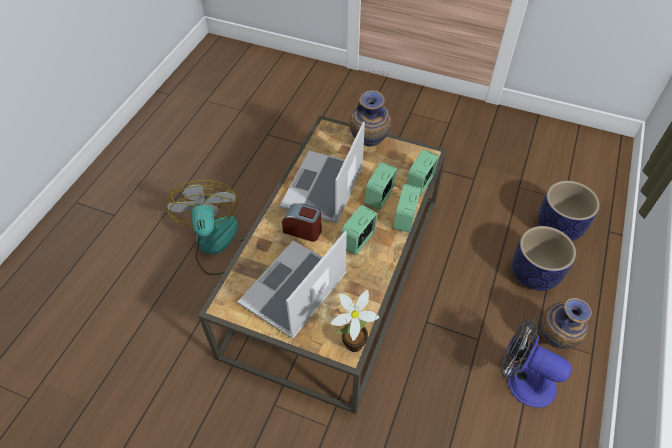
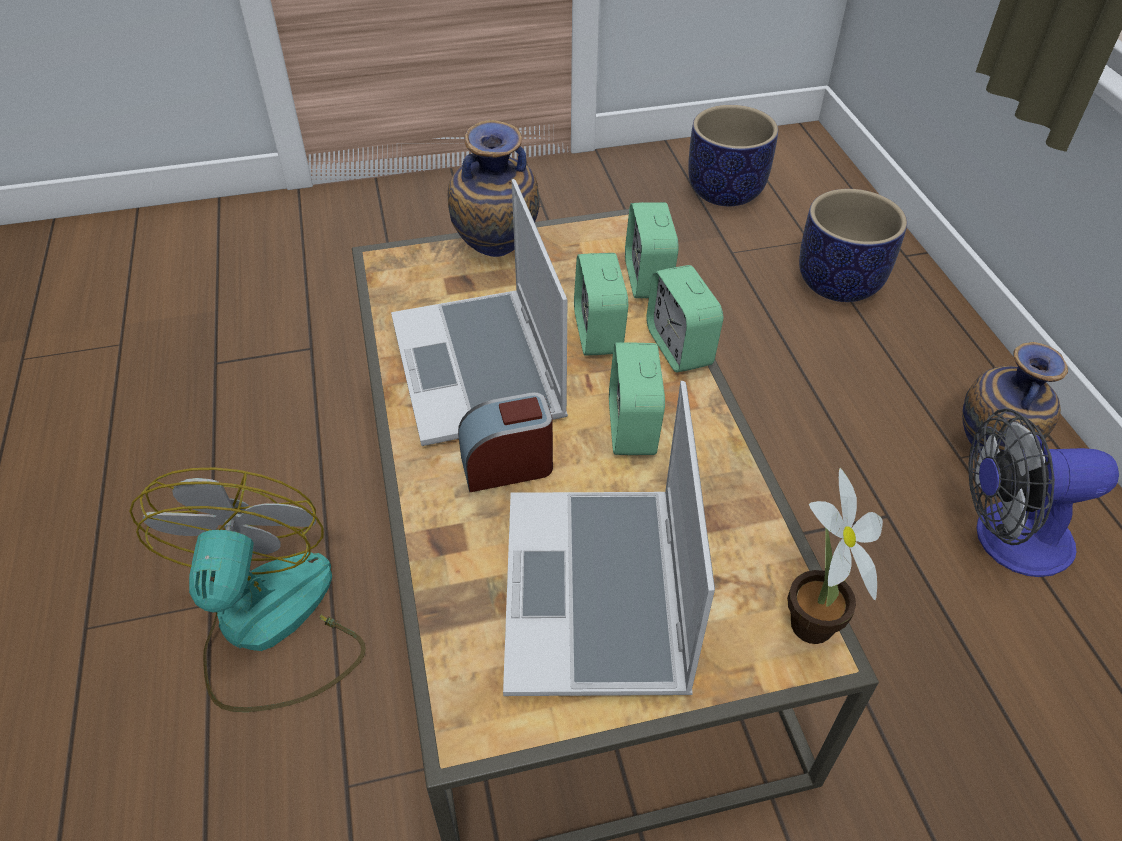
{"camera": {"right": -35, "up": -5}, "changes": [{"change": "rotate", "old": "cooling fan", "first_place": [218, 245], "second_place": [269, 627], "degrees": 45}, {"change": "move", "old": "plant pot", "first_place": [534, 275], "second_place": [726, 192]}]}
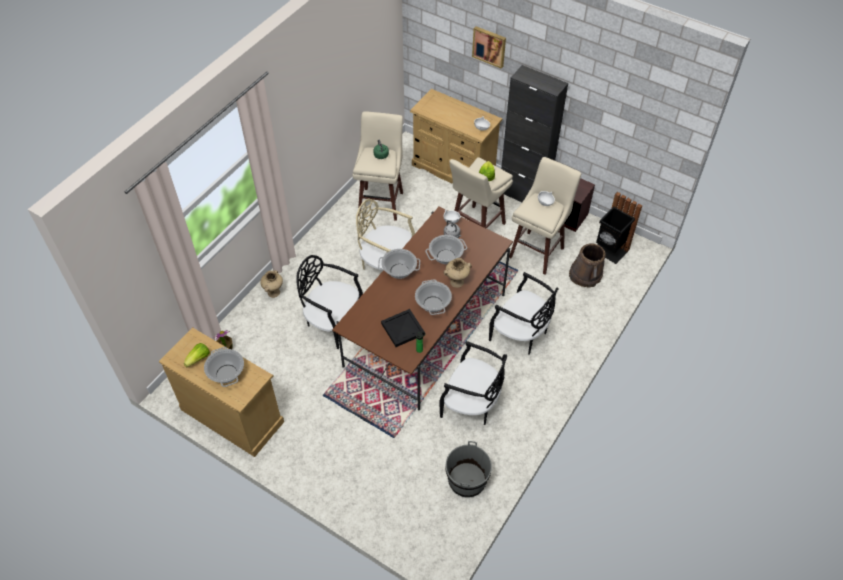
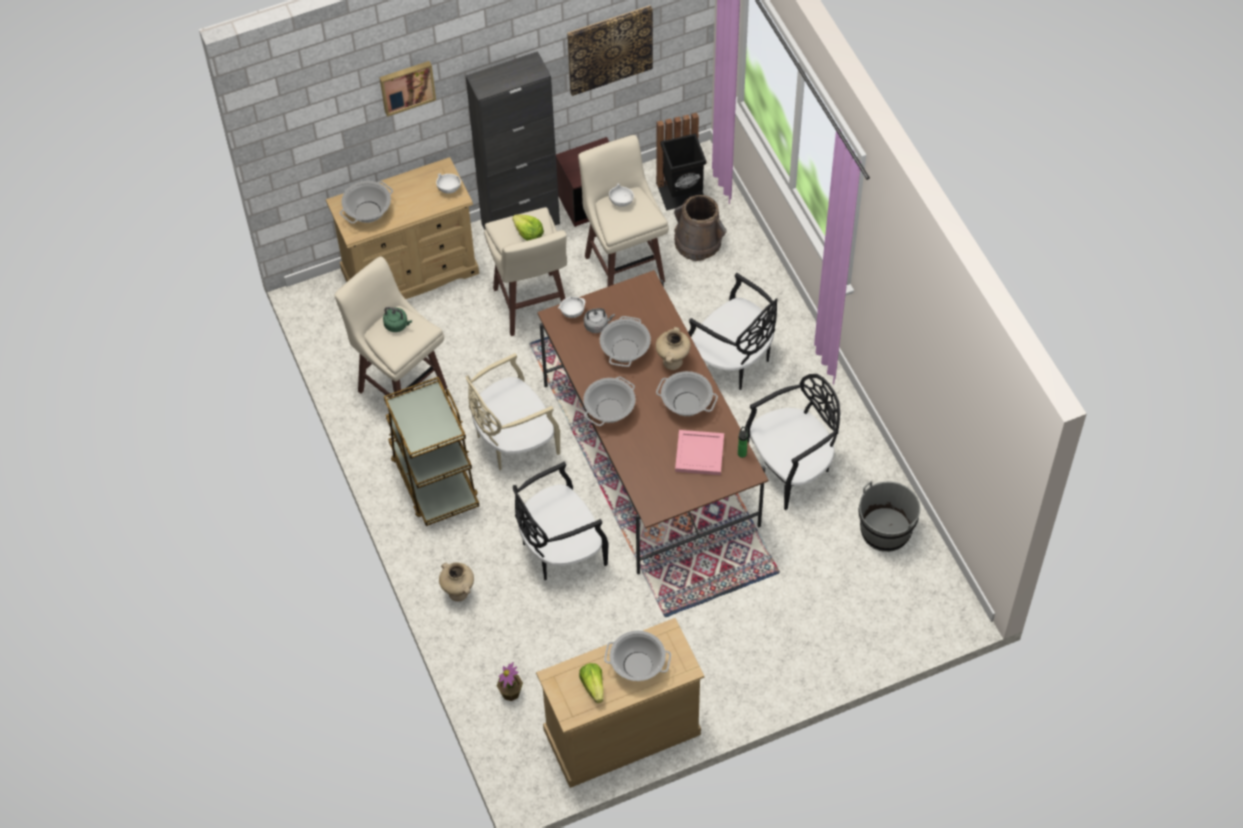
{"camera": {"right": -55, "up": 5}, "changes": [{"change": "insert", "new": "saucepot", "second_place": [368, 212]}, {"change": "insert", "new": "brown trolley", "second_place": [434, 480]}, {"change": "insert", "new": "picture", "second_place": [609, 49]}, {"change": "recolor", "old": "black-coloured carrying tray", "new": "pink carrying tray", "first_place": [402, 329], "second_place": [700, 454]}, {"change": "rotate", "old": "black-coloured upright chair", "first_place": [520, 334], "second_place": [732, 360], "degrees": 60}]}
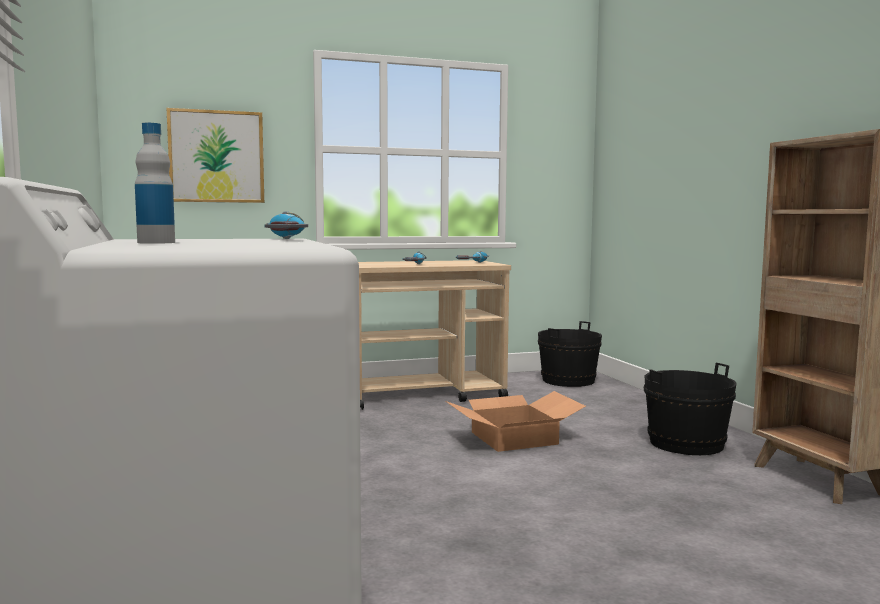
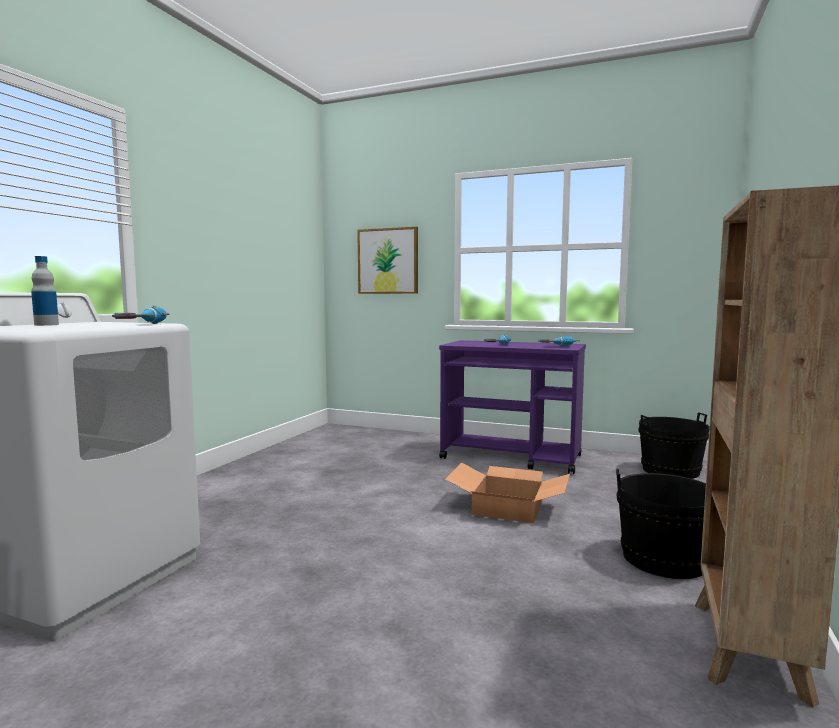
{"camera": {"right": 40, "up": 0}, "changes": [{"change": "recolor", "old": "beige trolley", "new": "purplish trolley", "first_place": [424, 395], "second_place": [512, 457]}]}
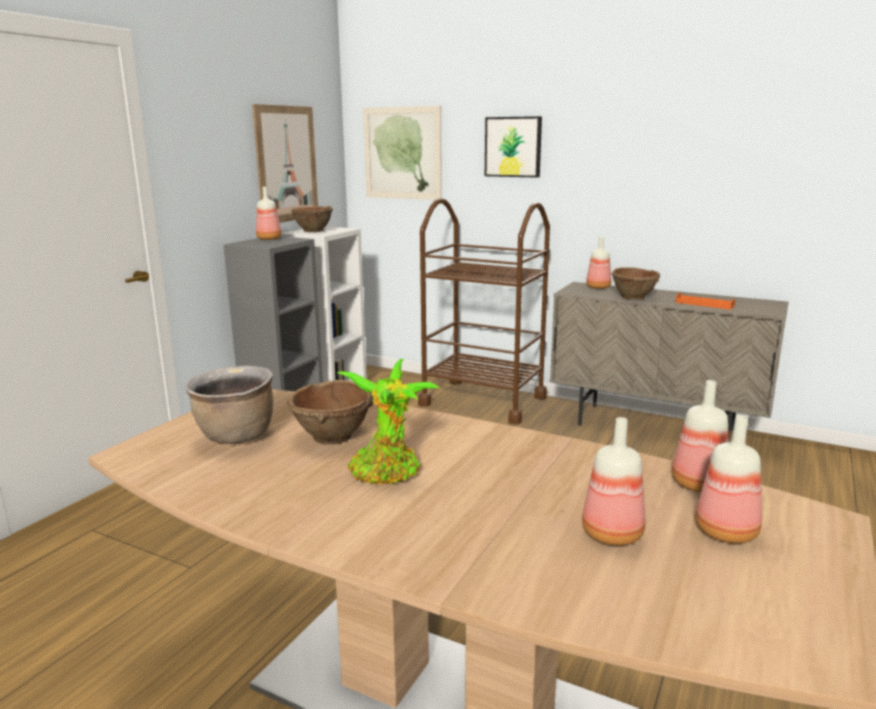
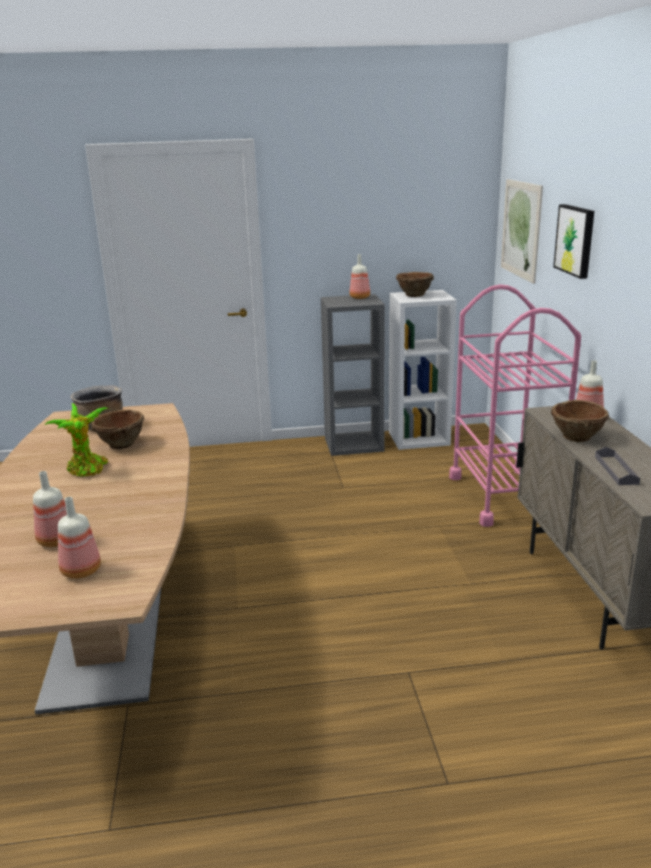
{"camera": {"right": 55, "up": 5}, "changes": [{"change": "recolor", "old": "brown trolley", "new": "pink trolley", "first_place": [483, 401], "second_place": [504, 496]}, {"change": "recolor", "old": "orangey carrying tray", "new": "gray carrying tray", "first_place": [704, 304], "second_place": [616, 470]}, {"change": "delete", "old": "picture", "first_place": [286, 164]}, {"change": "delete", "old": "drink bottle", "first_place": [697, 483]}]}
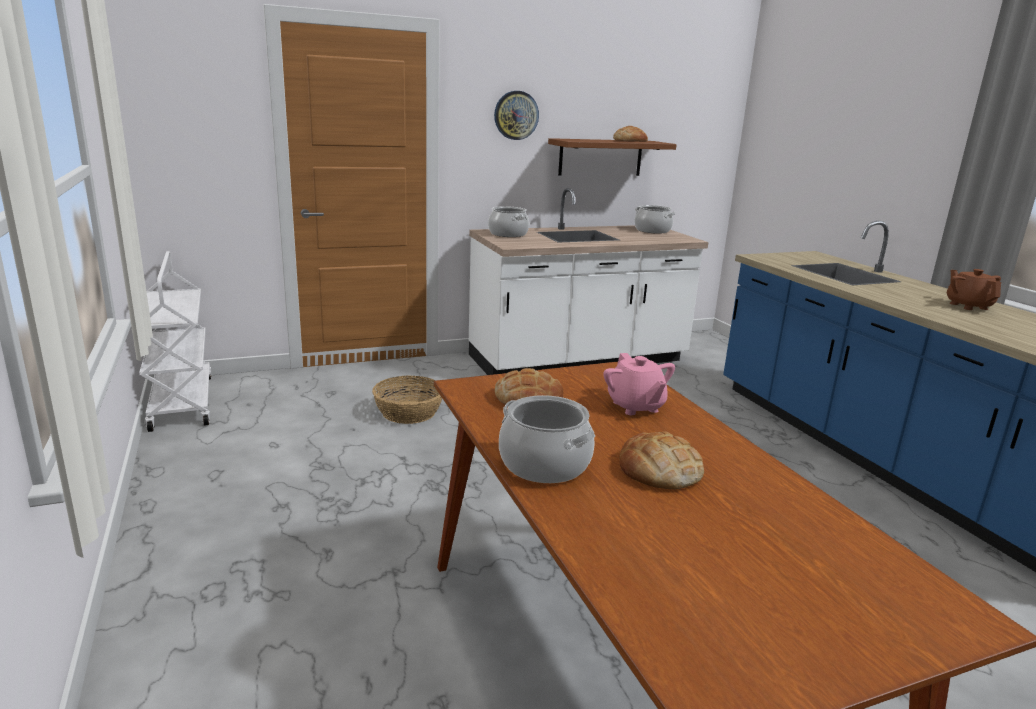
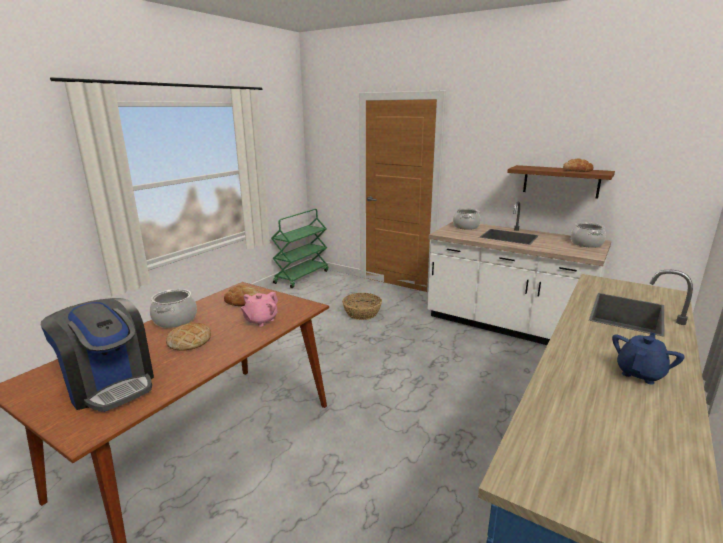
{"camera": {"right": 55, "up": 0}, "changes": [{"change": "insert", "new": "coffee brewer", "second_place": [110, 384]}, {"change": "recolor", "old": "whitish trolley", "new": "green-coloured trolley", "first_place": [181, 402], "second_place": [301, 276]}, {"change": "recolor", "old": "brown teapot", "new": "blue-coloured teapot", "first_place": [968, 306], "second_place": [640, 373]}, {"change": "delete", "old": "clock on the wall", "first_place": [516, 115]}]}
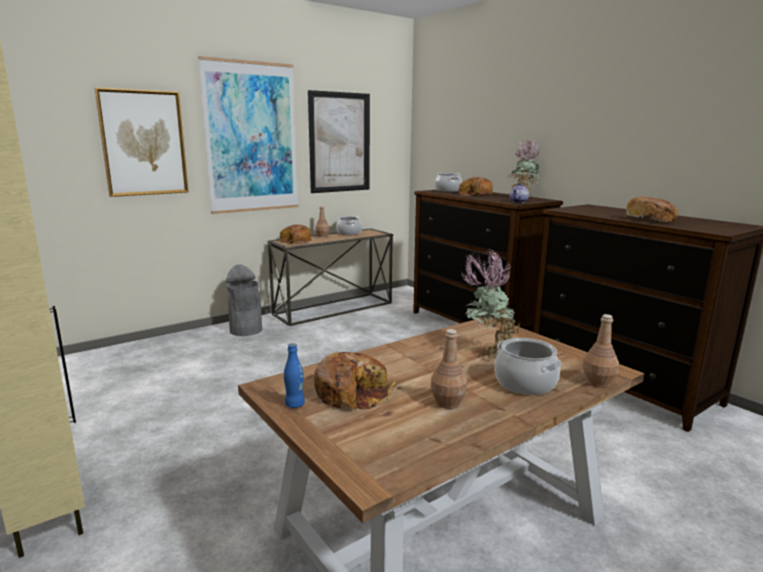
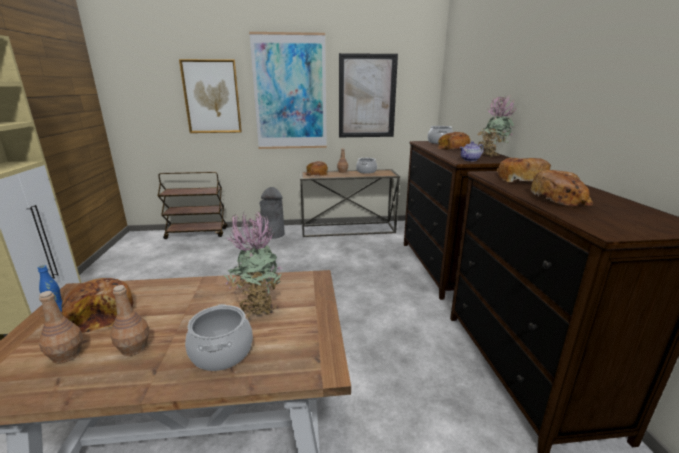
{"camera": {"right": 30, "up": 5}, "changes": [{"change": "move", "old": "brown drink bottle", "first_place": [597, 382], "second_place": [67, 355]}, {"change": "insert", "new": "brown trolley", "second_place": [197, 233]}, {"change": "insert", "new": "baked bread", "second_place": [520, 179]}]}
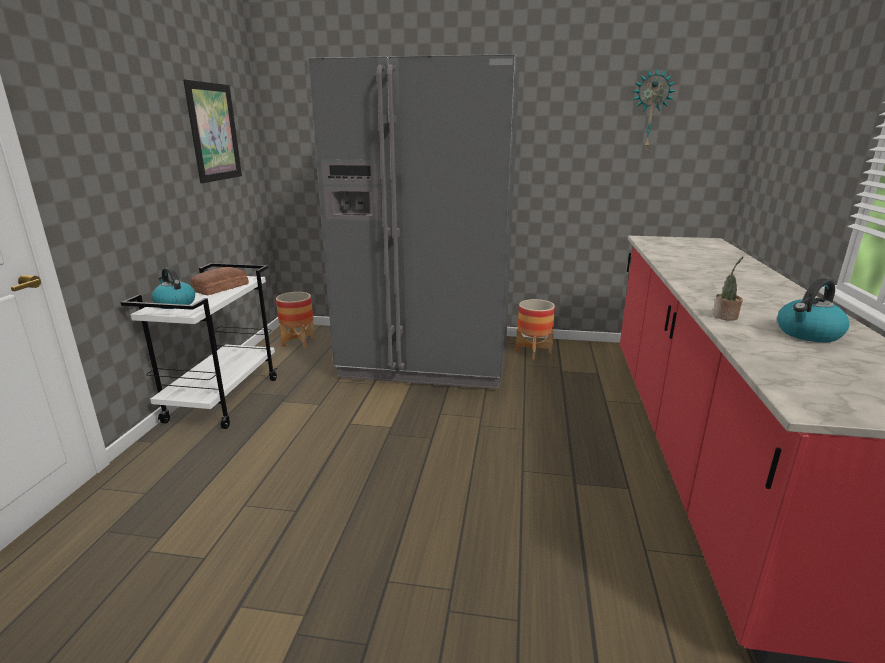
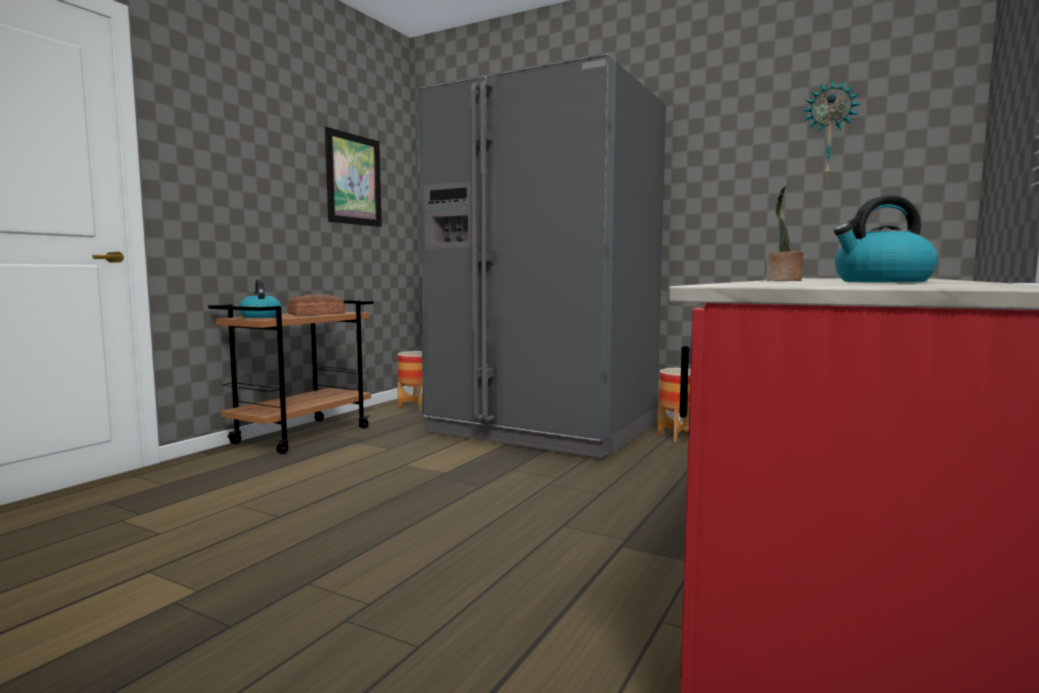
{"camera": {"right": 20, "up": -15}, "changes": [{"change": "recolor", "old": "whitish trolley", "new": "brown trolley", "first_place": [223, 399], "second_place": [303, 435]}]}
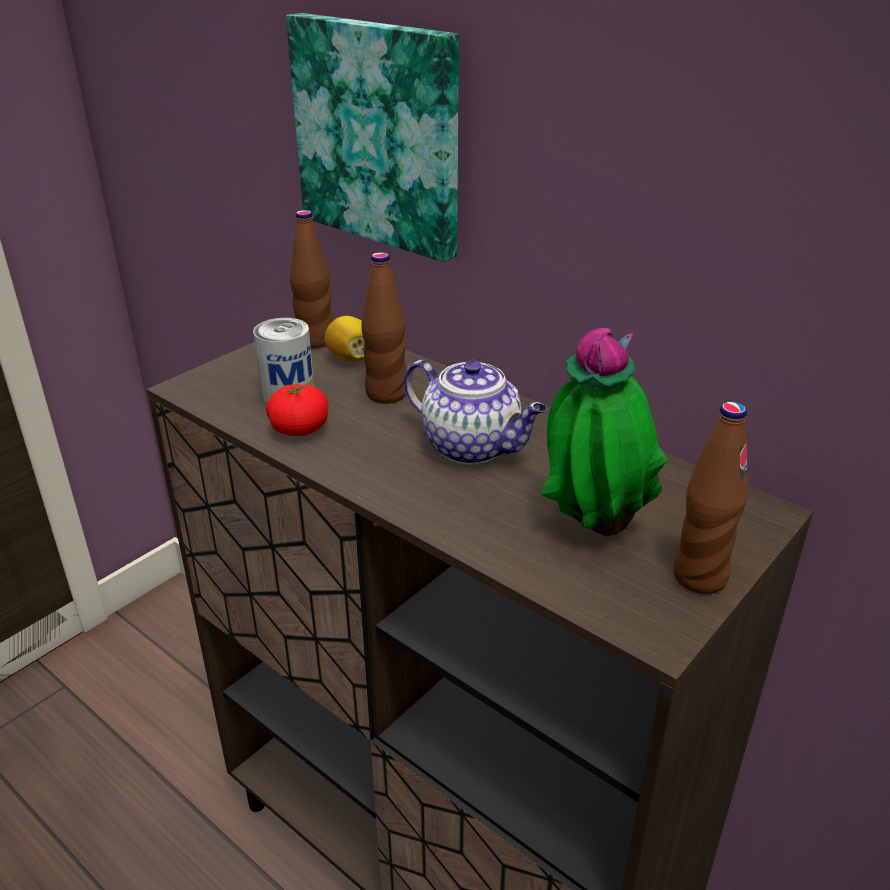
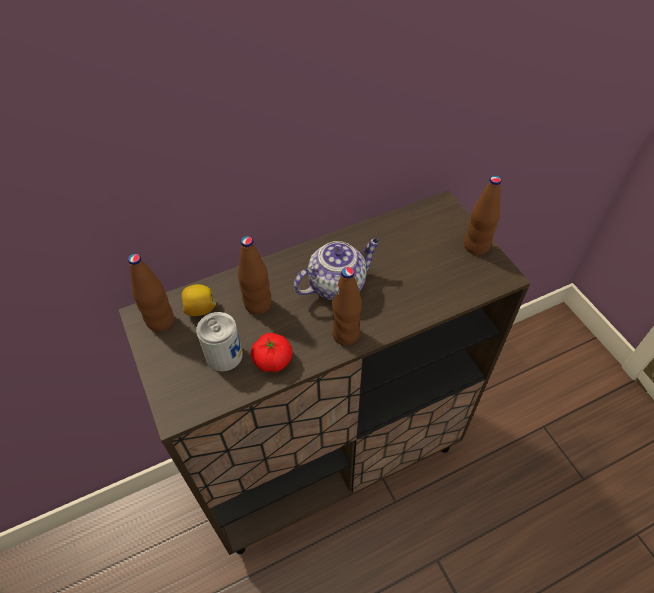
{"camera": {"right": -65, "up": 20}, "changes": [{"change": "insert", "new": "brown drink bottle", "second_place": [346, 334]}, {"change": "delete", "old": "picture", "first_place": [380, 134]}, {"change": "delete", "old": "houseplant", "first_place": [592, 526]}]}
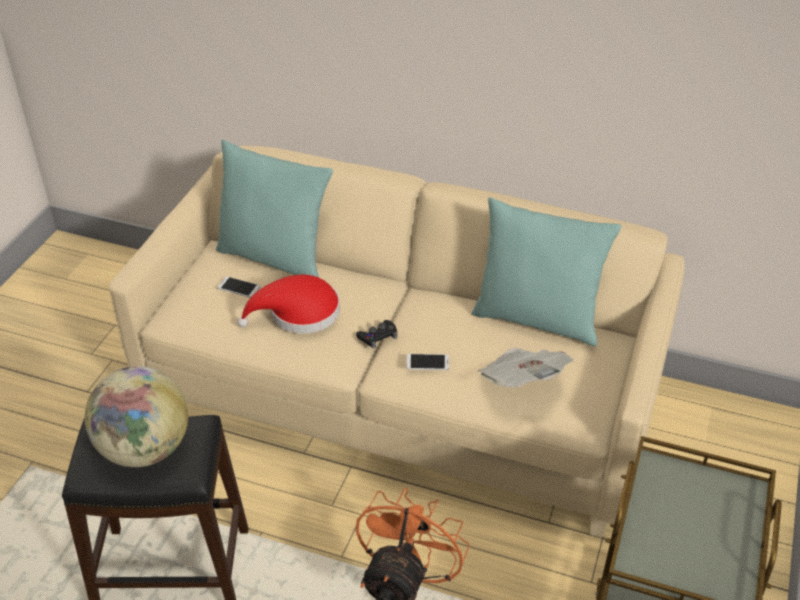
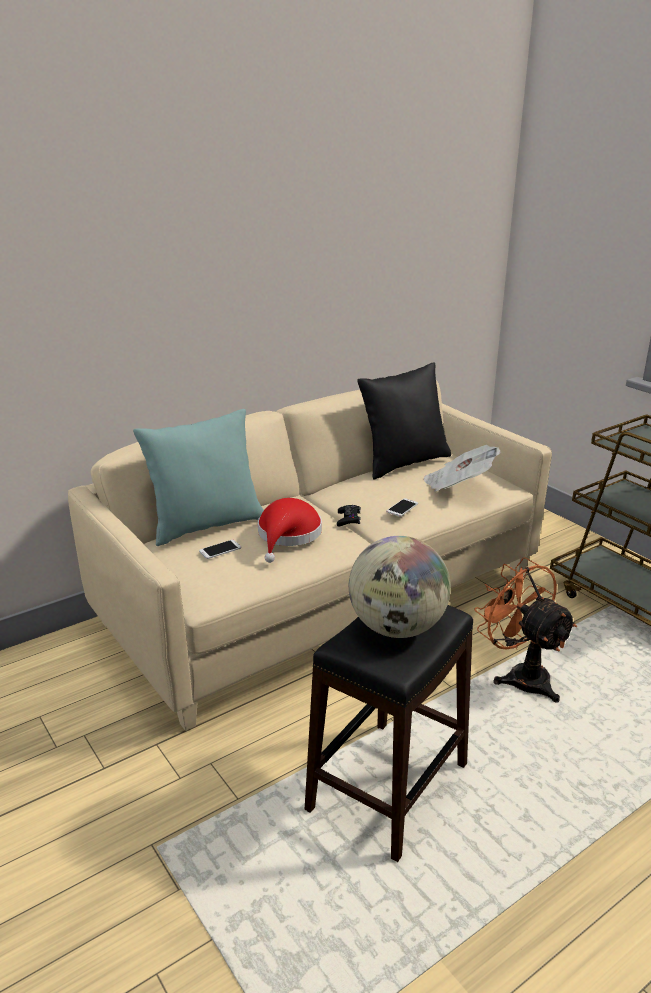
{"camera": {"right": -55, "up": -15}, "changes": [{"change": "recolor", "old": "turquoise cushion", "new": "black-coloured cushion", "first_place": [537, 318], "second_place": [403, 463]}]}
